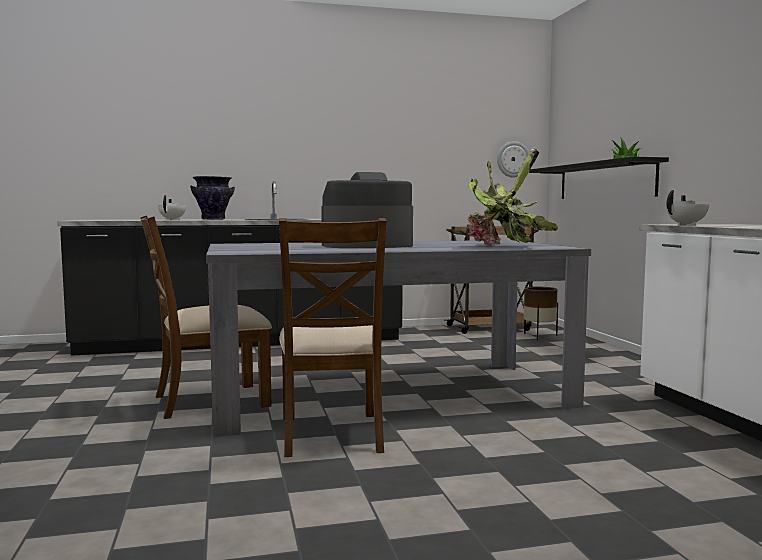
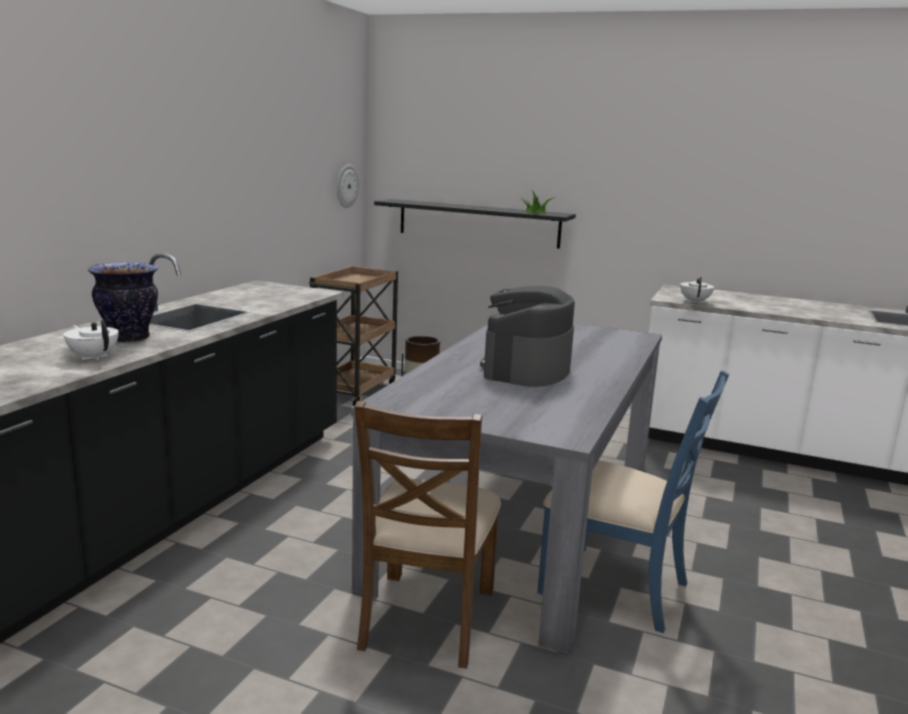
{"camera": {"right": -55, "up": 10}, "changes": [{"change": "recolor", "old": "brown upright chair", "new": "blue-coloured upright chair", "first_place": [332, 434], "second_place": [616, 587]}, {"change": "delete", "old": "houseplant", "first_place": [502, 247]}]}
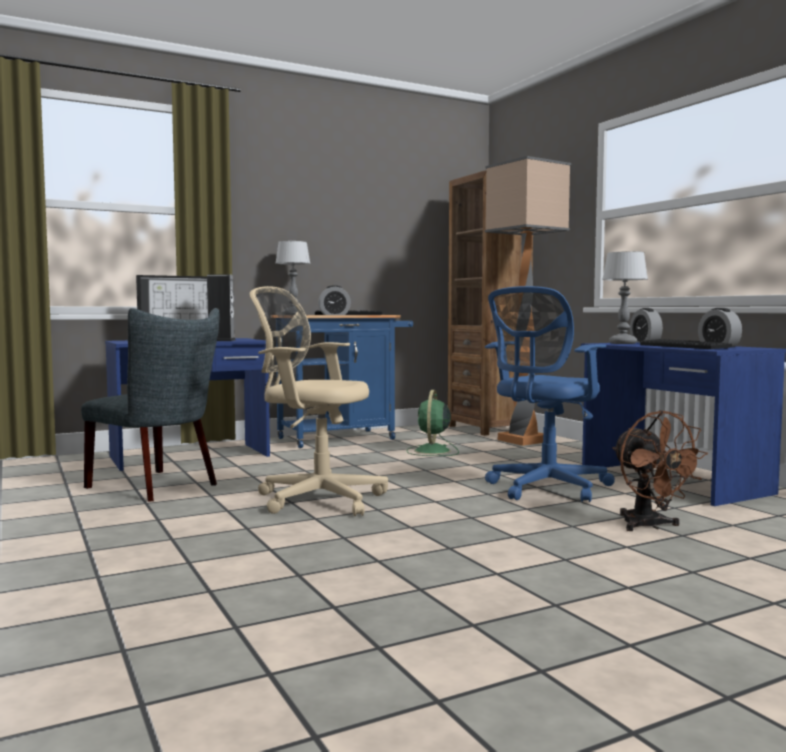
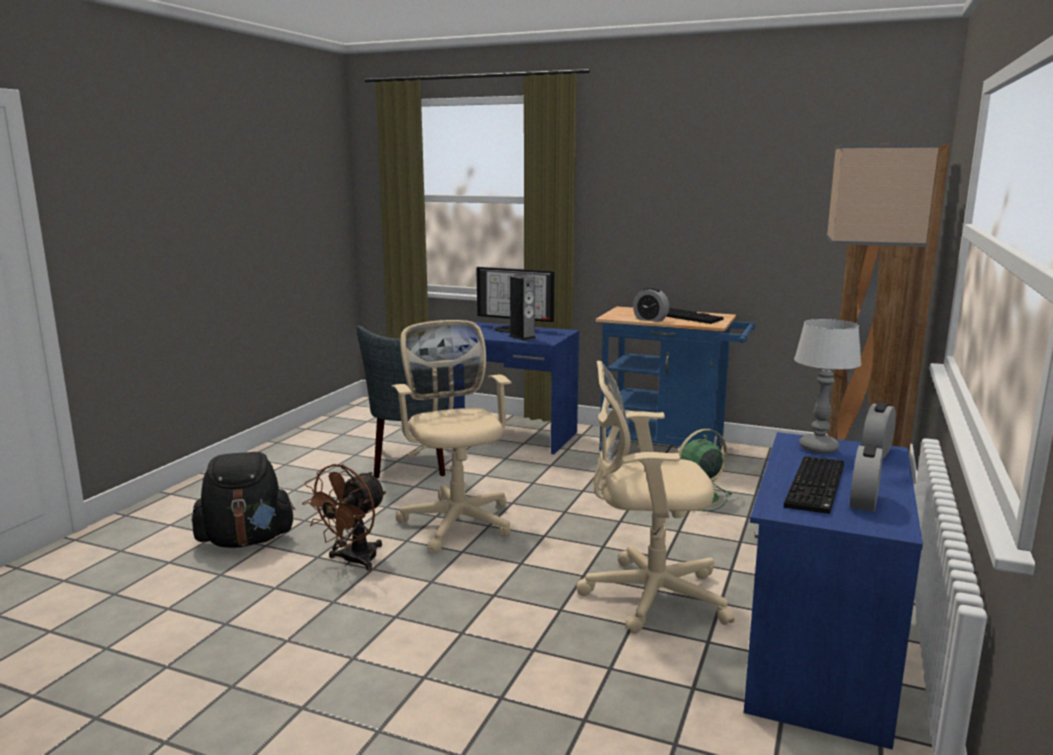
{"camera": {"right": 50, "up": 10}, "changes": [{"change": "insert", "new": "black-coloured backpack", "second_place": [246, 540]}, {"change": "move", "old": "brown cooling fan", "first_place": [650, 526], "second_place": [353, 561]}, {"change": "recolor", "old": "blue-coloured office chair", "new": "beige office chair", "first_place": [545, 489], "second_place": [647, 595]}, {"change": "delete", "old": "lamp for a table", "first_place": [293, 314]}]}
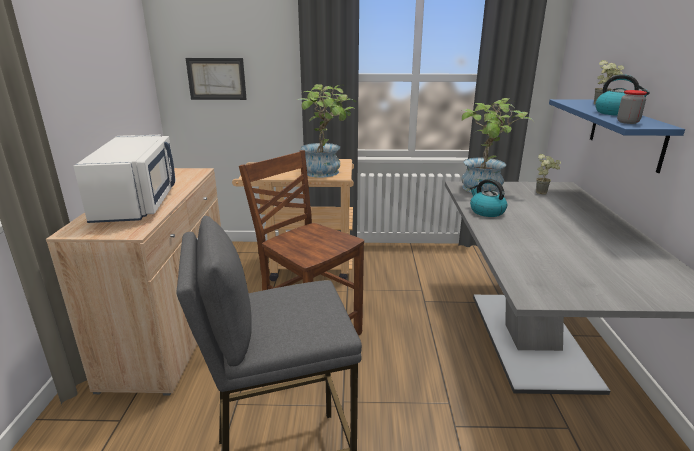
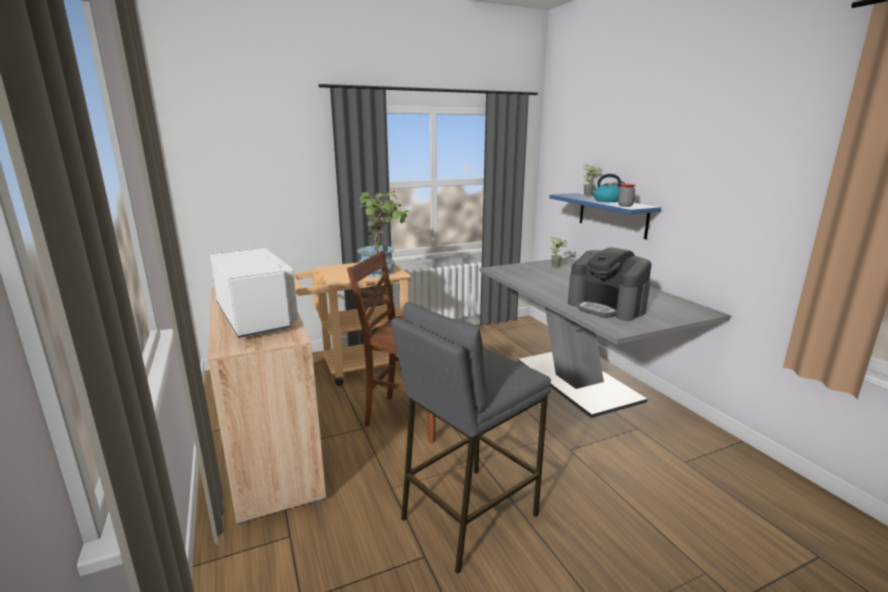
{"camera": {"right": -25, "up": -5}, "changes": [{"change": "insert", "new": "coffee brewer", "second_place": [606, 307]}, {"change": "delete", "old": "picture", "first_place": [216, 79]}, {"change": "delete", "old": "houseplant", "first_place": [485, 190]}, {"change": "delete", "old": "tea kettle", "first_place": [486, 211]}]}
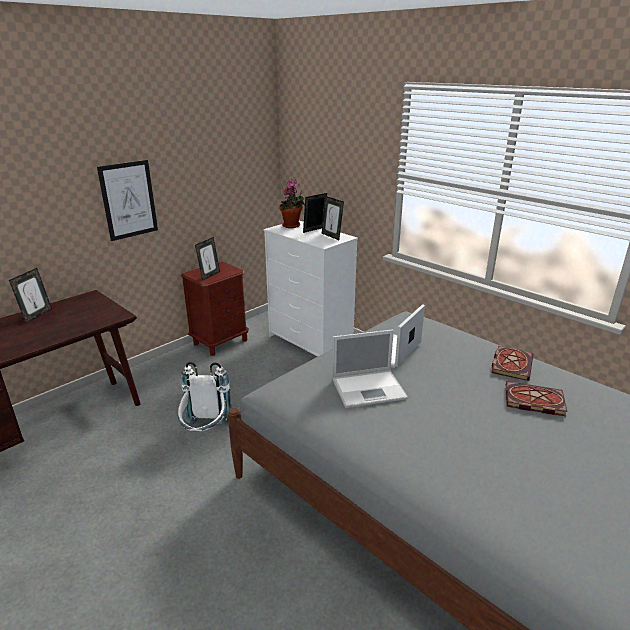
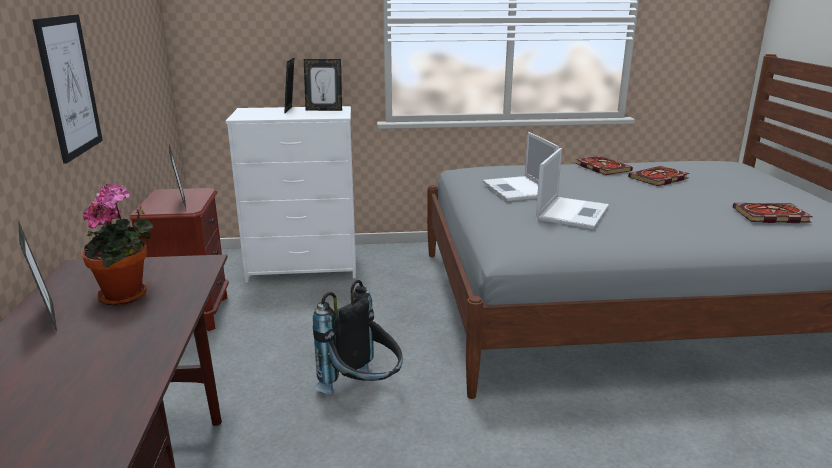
{"camera": {"right": -50, "up": -5}, "changes": [{"change": "move", "old": "houseplant", "first_place": [292, 226], "second_place": [127, 295]}, {"change": "recolor", "old": "whitish backpack", "new": "black-coloured backpack", "first_place": [206, 433], "second_place": [363, 390]}, {"change": "insert", "new": "volume", "second_place": [769, 216]}]}
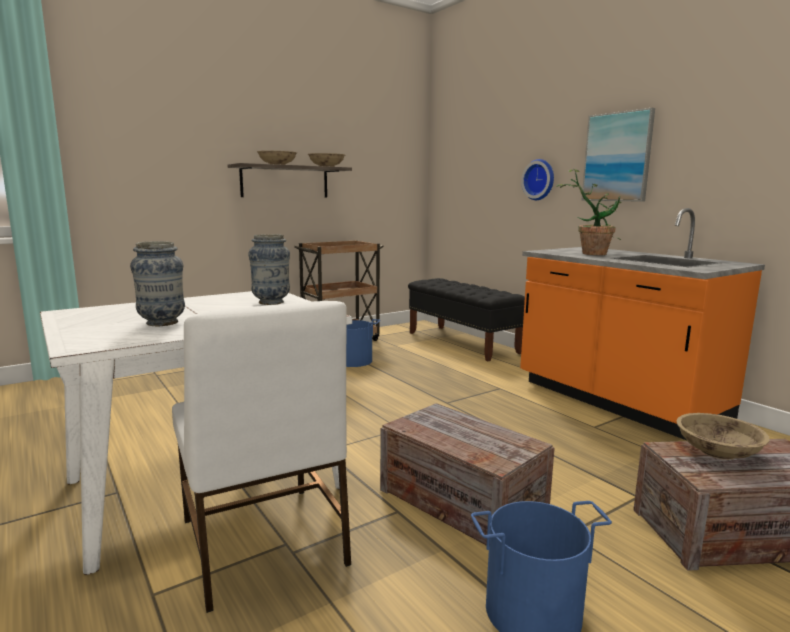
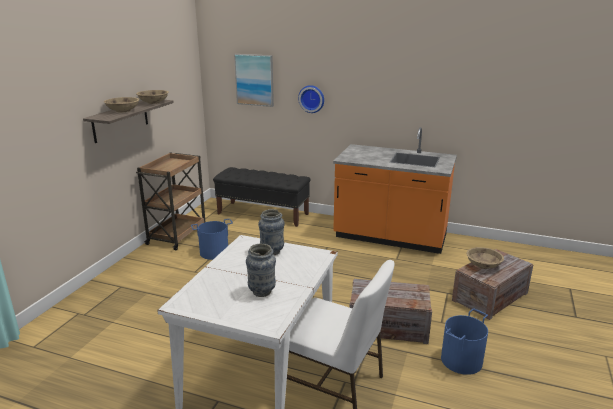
{"camera": {"right": -35, "up": 10}, "changes": [{"change": "move", "old": "picture", "first_place": [617, 157], "second_place": [254, 80]}, {"change": "delete", "old": "houseplant", "first_place": [590, 253]}]}
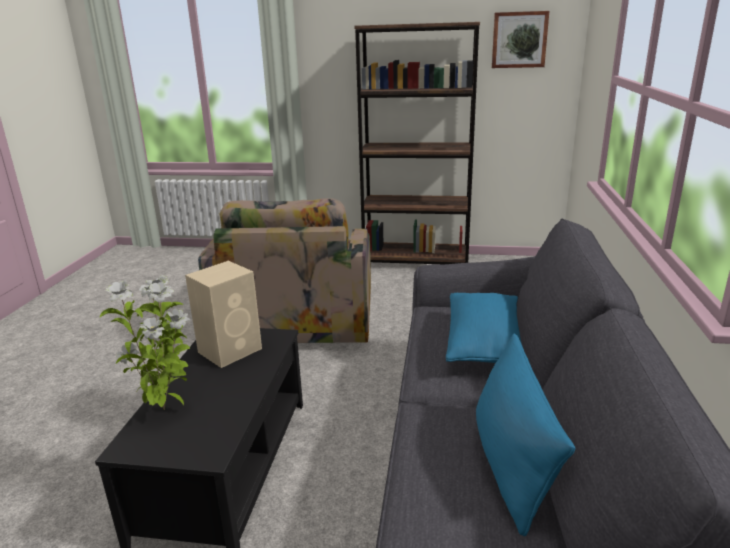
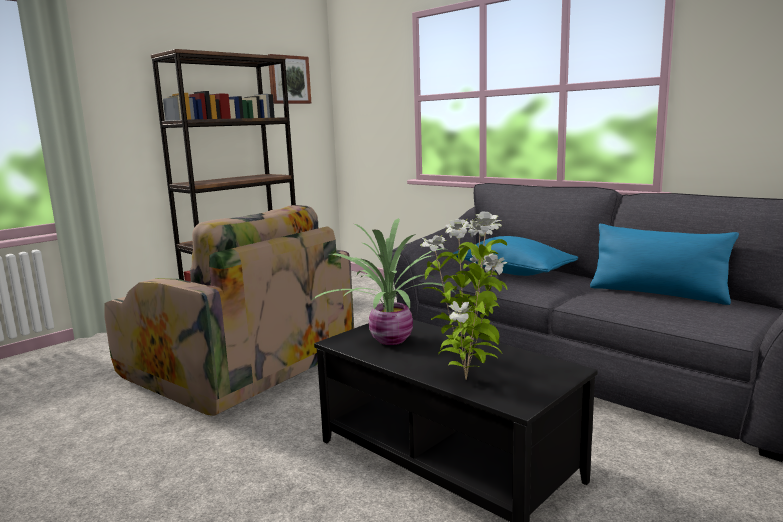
{"camera": {"right": -55, "up": -10}, "changes": [{"change": "replace", "old": "beige audio speaker", "new": "houseplant", "first_place": [231, 350], "second_place": [388, 340]}]}
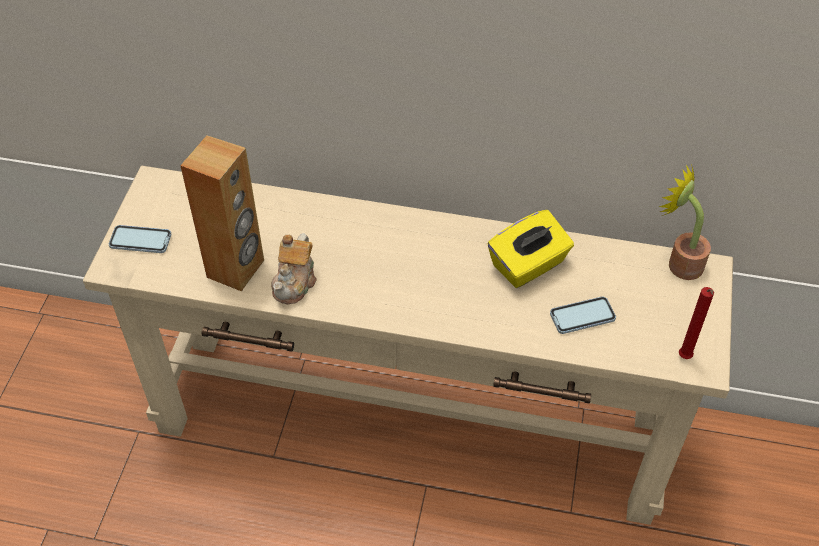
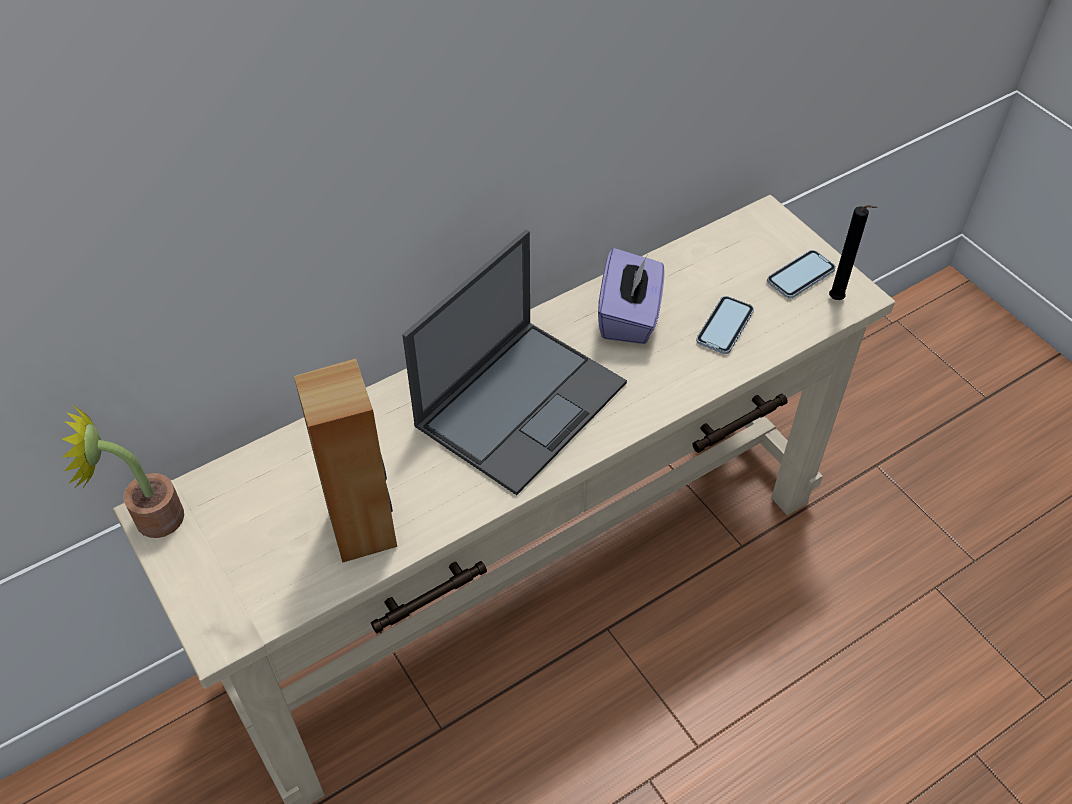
{"camera": {"right": -45, "up": 0}, "changes": [{"change": "move", "old": "houseplant", "first_place": [679, 262], "second_place": [149, 518]}, {"change": "insert", "new": "laptop", "second_place": [522, 403]}, {"change": "recolor", "old": "yellow-coloured tissue holder", "new": "purplish tissue holder", "first_place": [528, 265], "second_place": [629, 316]}, {"change": "move", "old": "handset", "first_place": [140, 240], "second_place": [800, 276]}, {"change": "recolor", "old": "red-coloured wax candle", "new": "black-coloured wax candle", "first_place": [684, 358], "second_place": [838, 300]}, {"change": "delete", "old": "teapot", "first_place": [295, 282]}]}
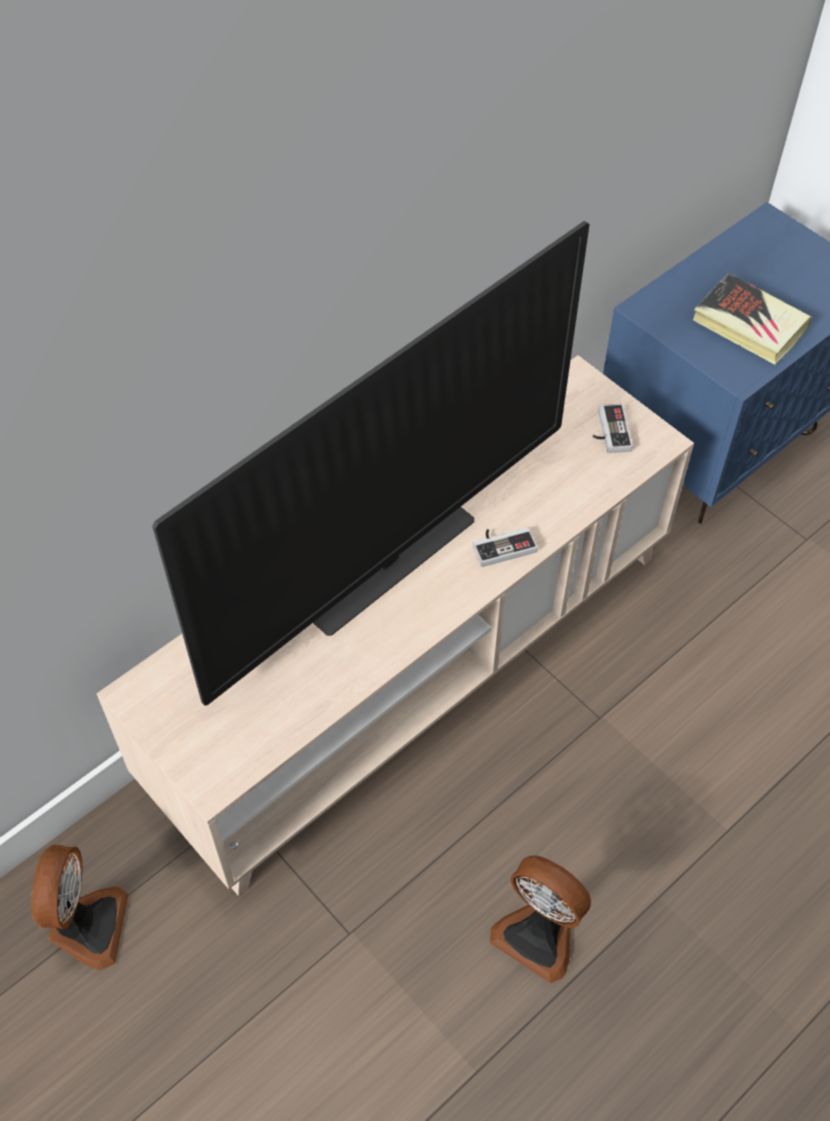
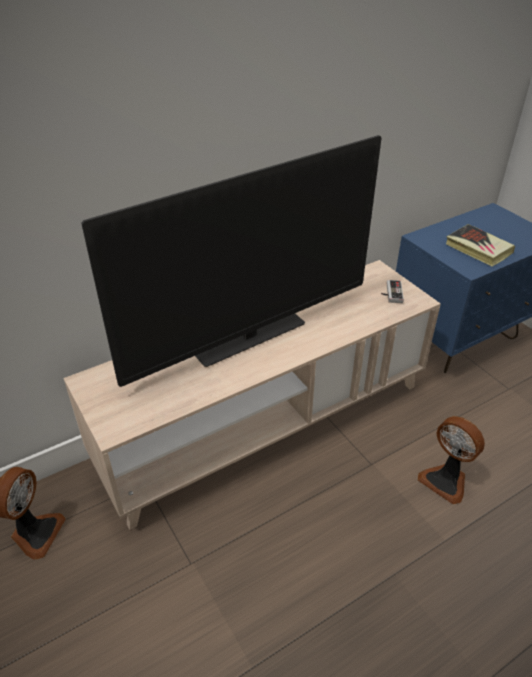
{"camera": {"right": 10, "up": -15}, "changes": [{"change": "move", "old": "cooling fan", "first_place": [539, 934], "second_place": [445, 480]}, {"change": "delete", "old": "gamepad", "first_place": [502, 545]}]}
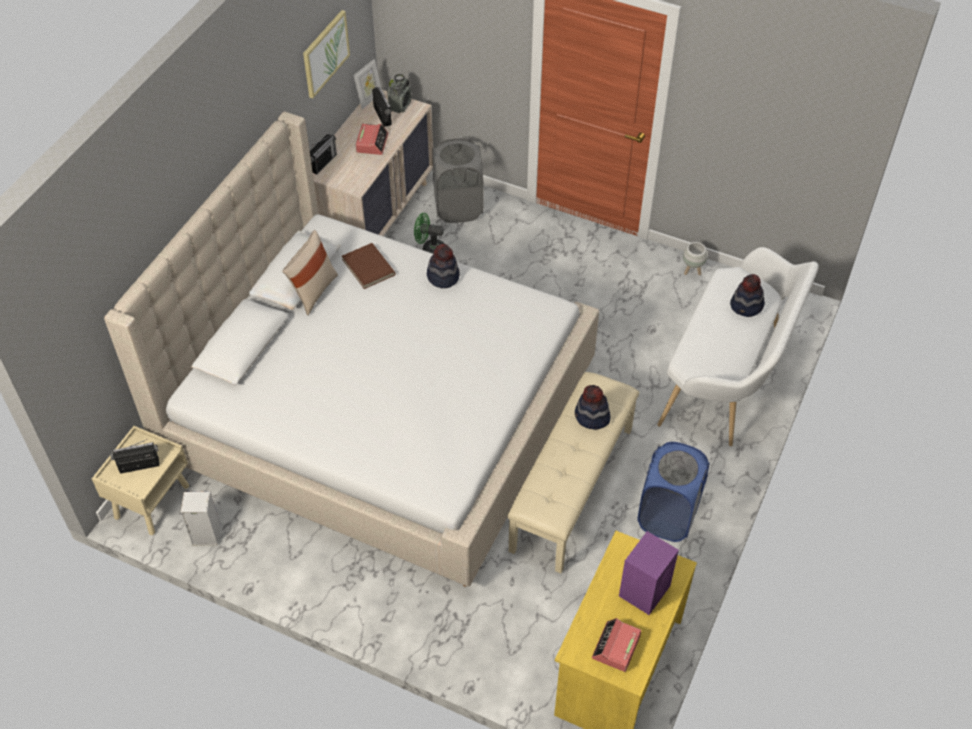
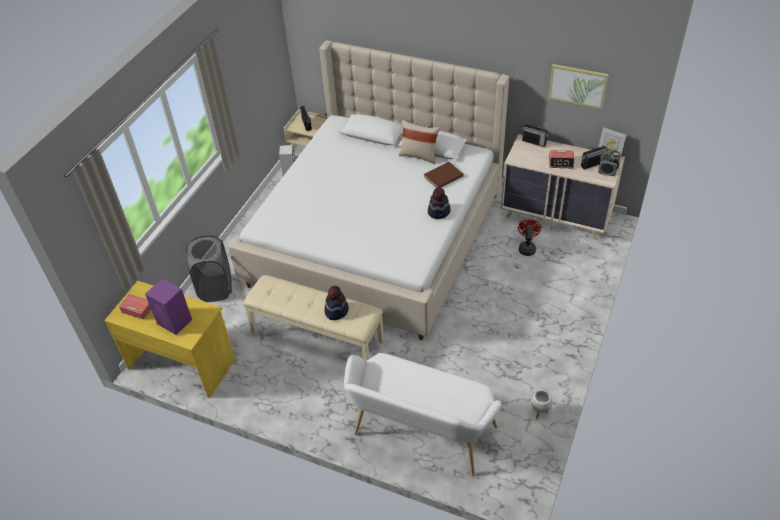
{"camera": {"right": 90, "up": -5}, "changes": [{"change": "move", "old": "gray laundry basket", "first_place": [458, 207], "second_place": [215, 288]}, {"change": "recolor", "old": "green-coloured cooling fan", "new": "red-coloured cooling fan", "first_place": [430, 250], "second_place": [527, 247]}, {"change": "delete", "old": "blue-coloured laundry basket", "first_place": [668, 516]}, {"change": "delete", "old": "clothing hat", "first_place": [746, 306]}]}
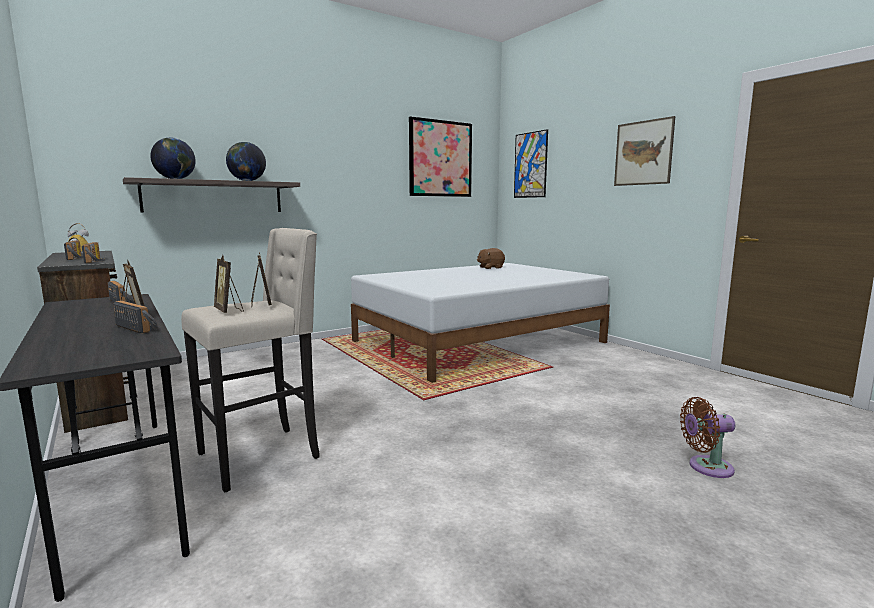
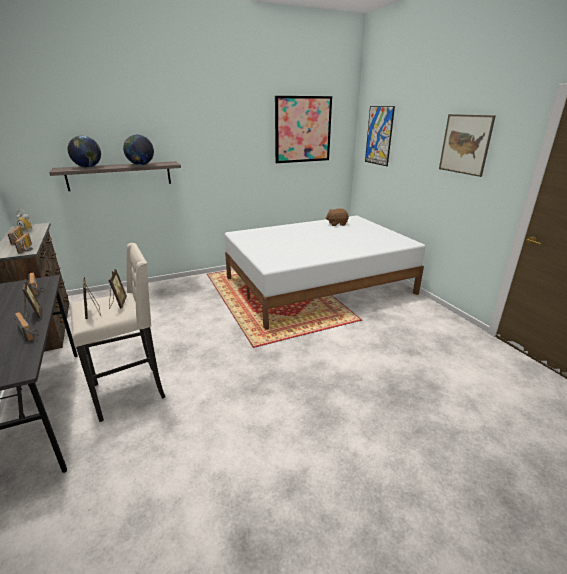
{"camera": {"right": 10, "up": 15}, "changes": [{"change": "delete", "old": "brown cooling fan", "first_place": [706, 467]}]}
